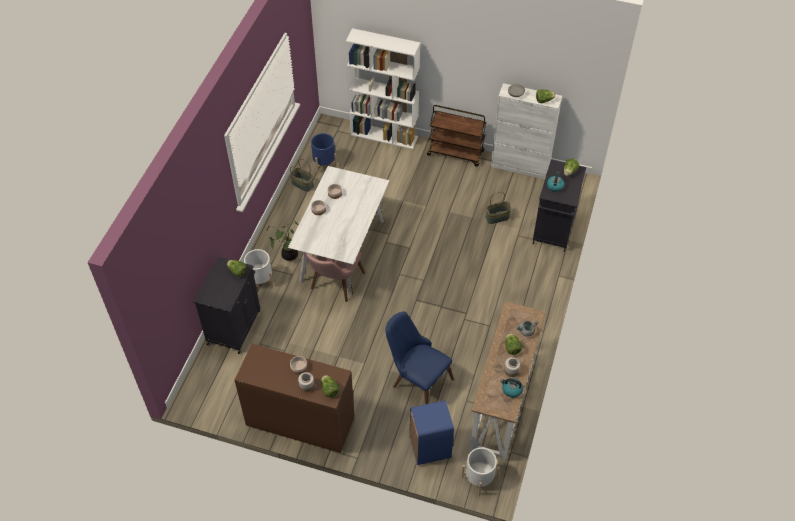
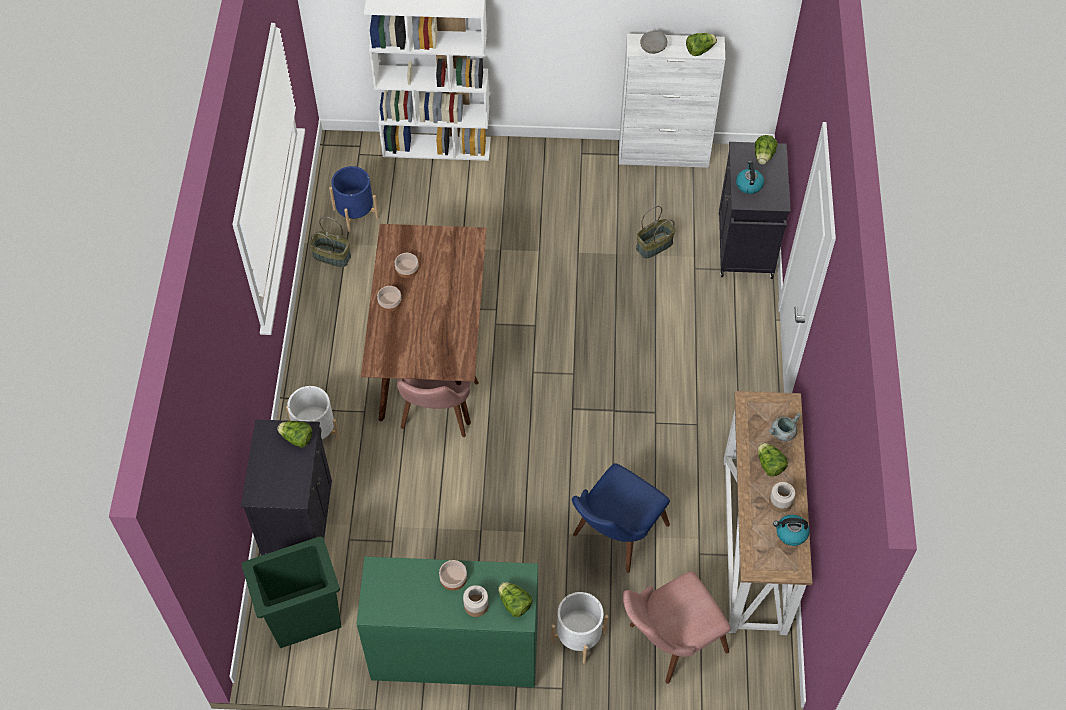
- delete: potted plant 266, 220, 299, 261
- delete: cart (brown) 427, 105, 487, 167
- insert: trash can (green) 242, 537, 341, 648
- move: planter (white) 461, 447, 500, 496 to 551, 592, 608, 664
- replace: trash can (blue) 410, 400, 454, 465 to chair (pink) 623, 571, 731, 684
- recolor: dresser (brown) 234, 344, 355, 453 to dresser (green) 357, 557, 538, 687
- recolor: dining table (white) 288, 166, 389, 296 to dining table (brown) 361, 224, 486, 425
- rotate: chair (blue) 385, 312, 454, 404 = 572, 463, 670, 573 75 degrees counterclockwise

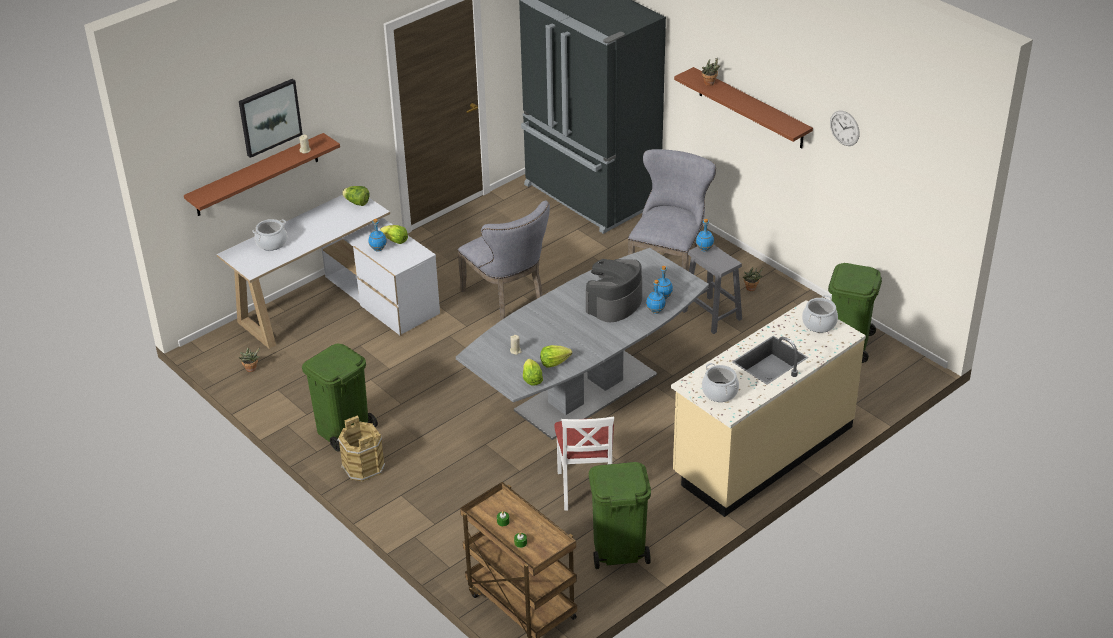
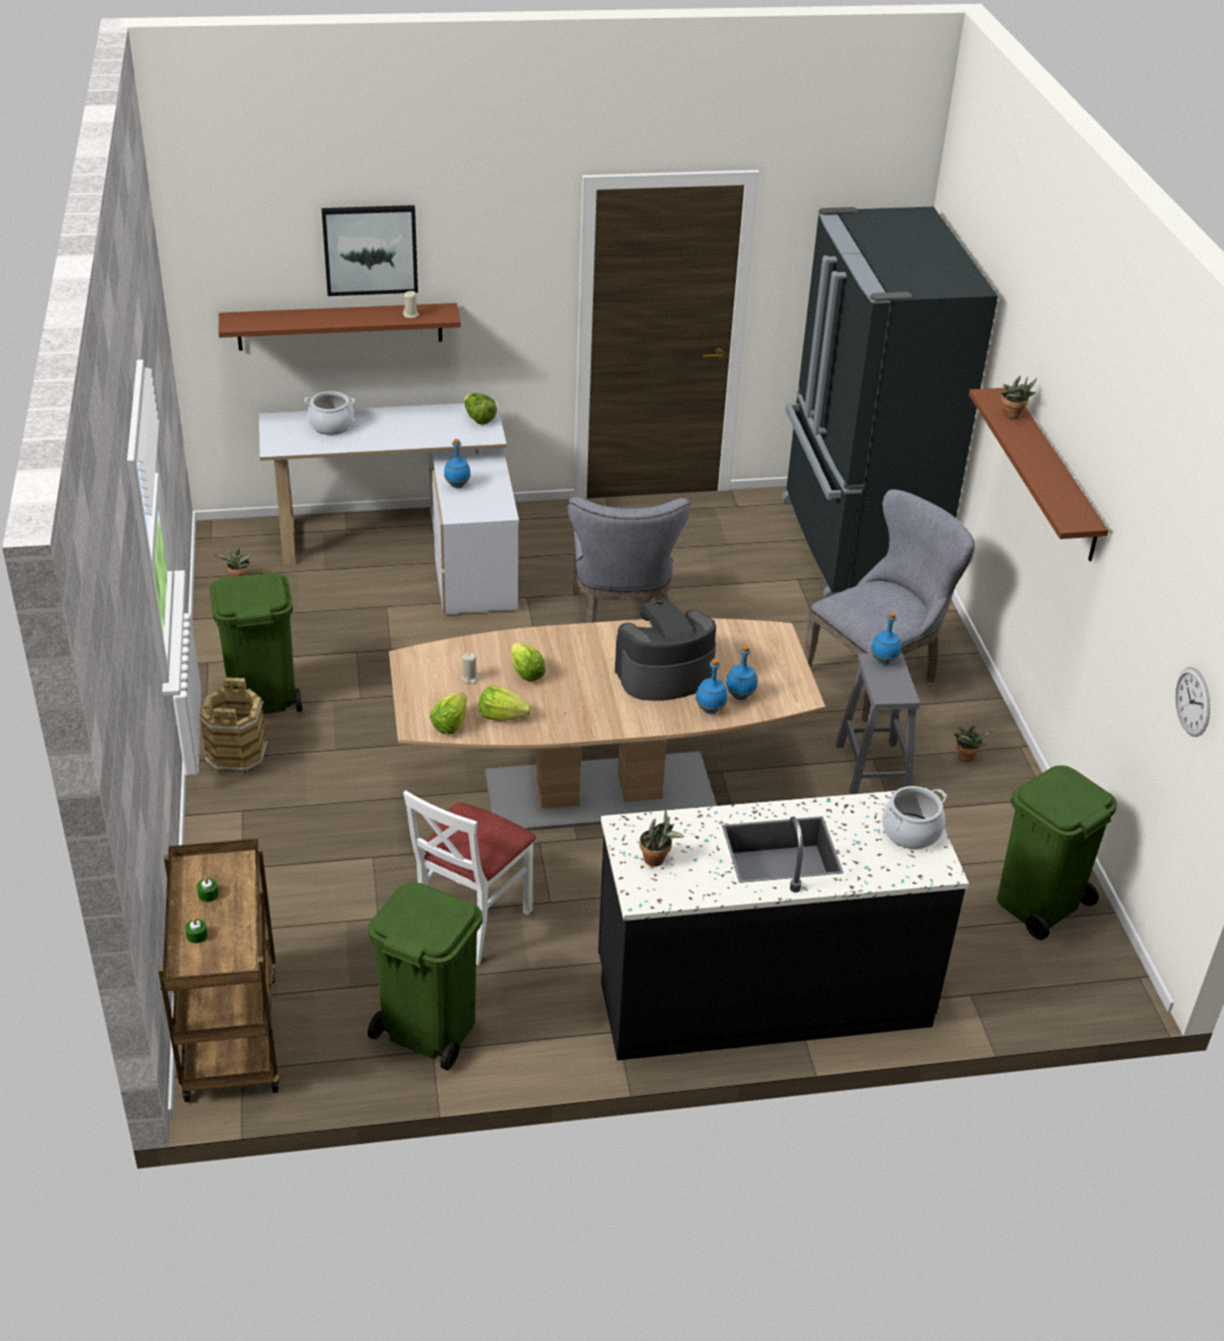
- move: lettuce 380, 225, 408, 244 to 511, 642, 546, 681
- move: wall clock 830, 111, 860, 146 to 1175, 667, 1210, 737
- replace: cooking pot 702, 363, 739, 402 to potted plant 639, 809, 684, 867
- recolor: dining table (grey) 456, 248, 709, 440 to dining table (brown) 389, 618, 825, 831
- recolor: counter (beige) 671, 300, 866, 517 to counter (black) 598, 788, 969, 1060

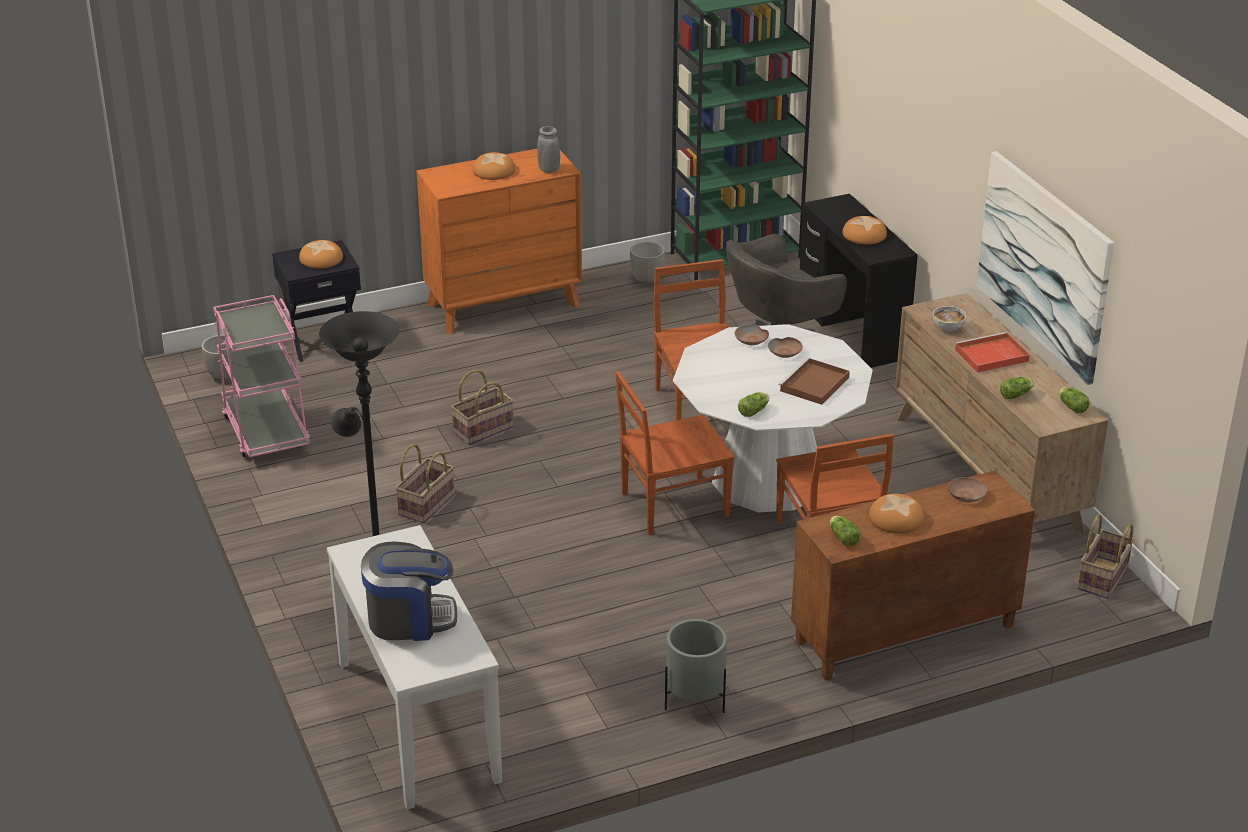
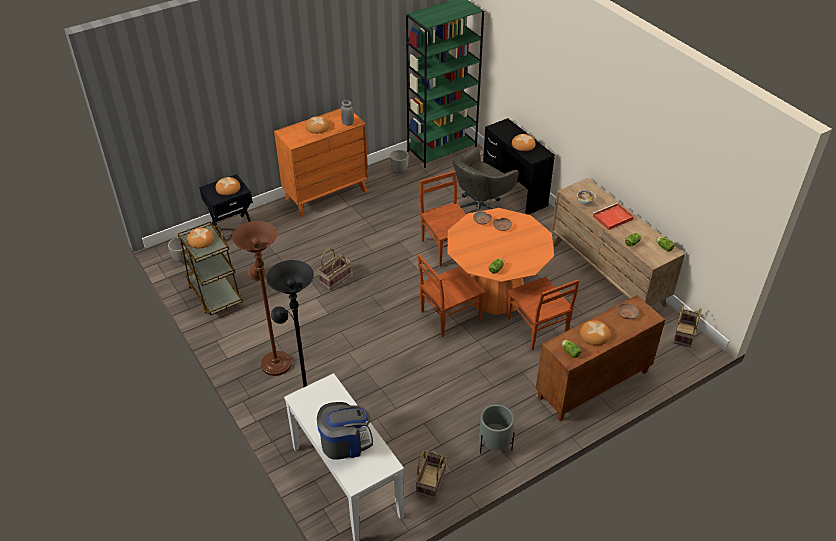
- delete: tray (brown) 779, 358, 850, 405
- delete: picture 977, 151, 1114, 385
- insert: bread 187, 228, 215, 249
- insert: floor lamp (brown) 232, 221, 292, 376
- move: basket 395, 444, 455, 523 to 415, 450, 447, 499
- recolor: cart (pink) 213, 295, 310, 457 to cart (brown) 178, 221, 243, 315
- recolor: dining table (white) 673, 324, 873, 512 to dining table (orange) 447, 208, 554, 315

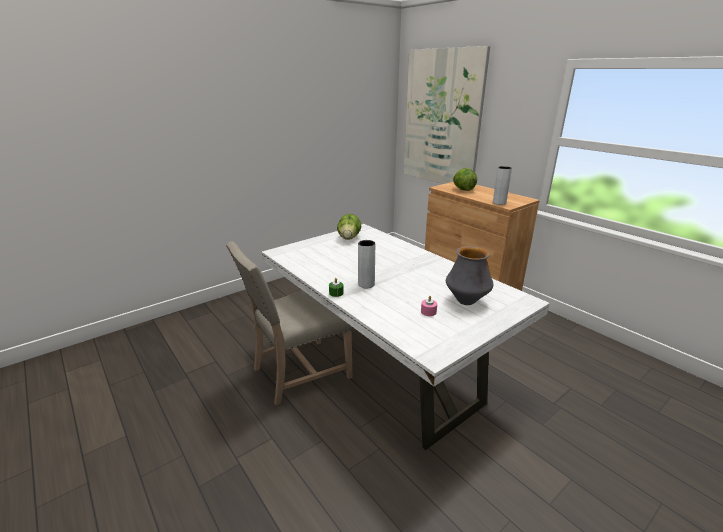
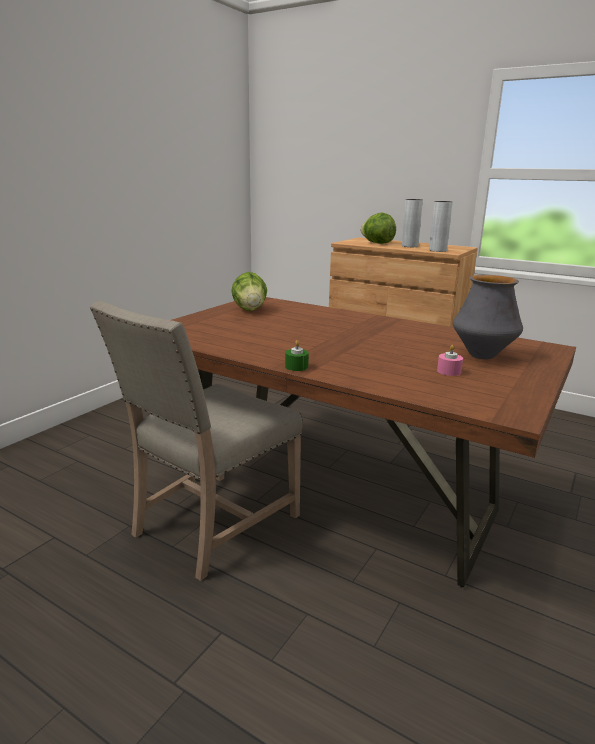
- delete: picture 403, 46, 490, 184
- move: vase (grey) 358, 240, 375, 288 to 402, 199, 423, 247
- recolor: dining table (white) 262, 224, 550, 450 to dining table (brown) 172, 297, 576, 587

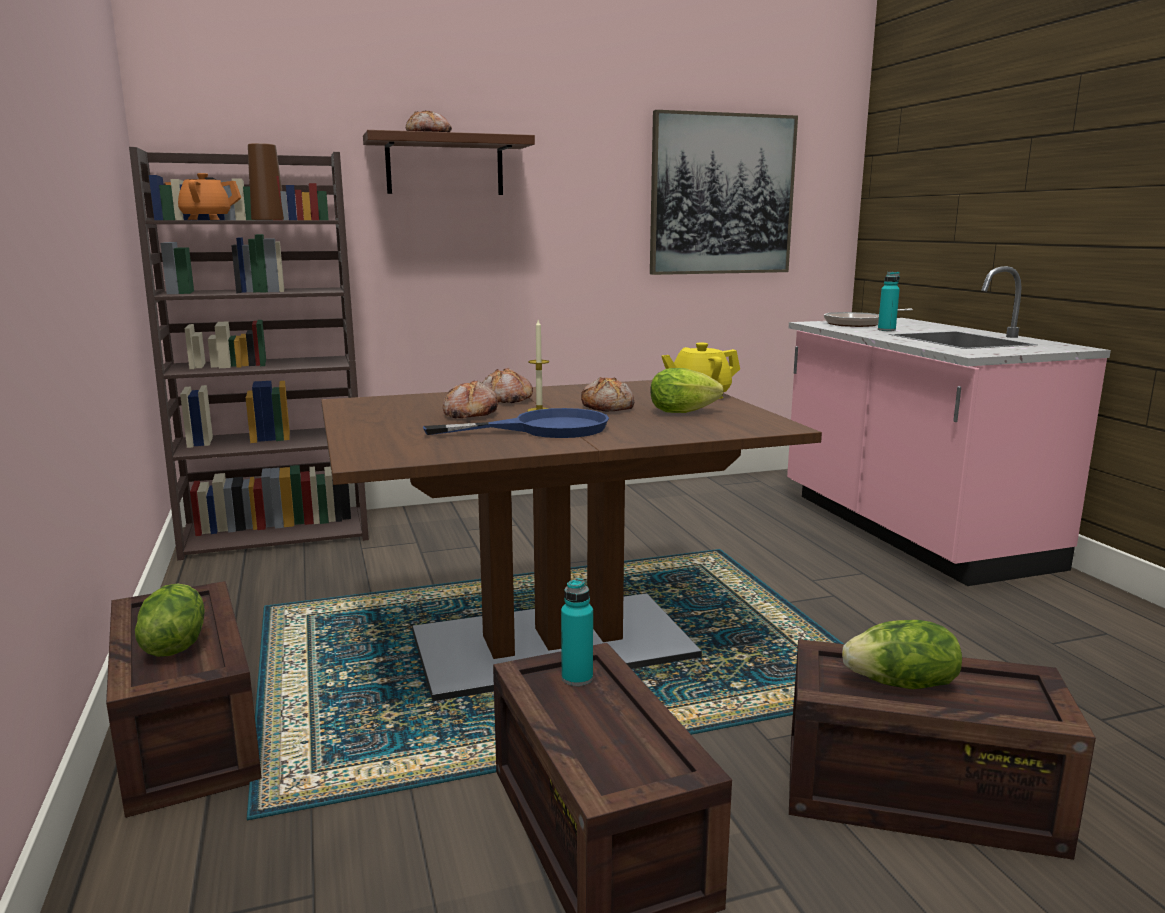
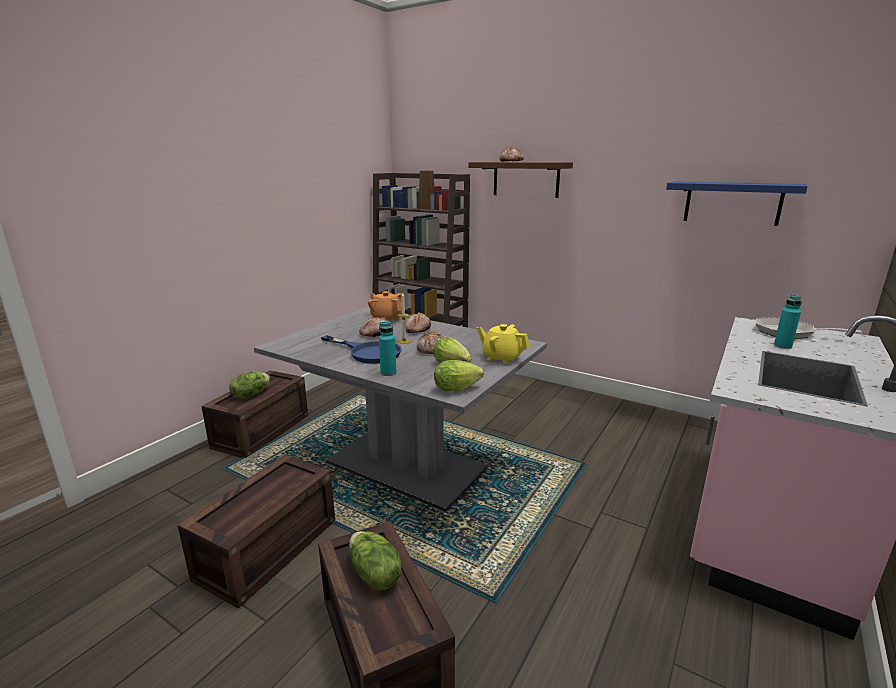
- insert: lettuce 434, 360, 484, 391
- move: teapot (orange) 165, 173, 242, 220 to 368, 291, 402, 320
- move: bottle (turquoise) 561, 578, 593, 686 to 379, 322, 396, 376
- replace: picture 650, 110, 798, 275 to shelf (blue) 666, 181, 808, 226
- recolor: dining table (brown) 321, 380, 822, 701 to dining table (grey) 254, 308, 547, 512

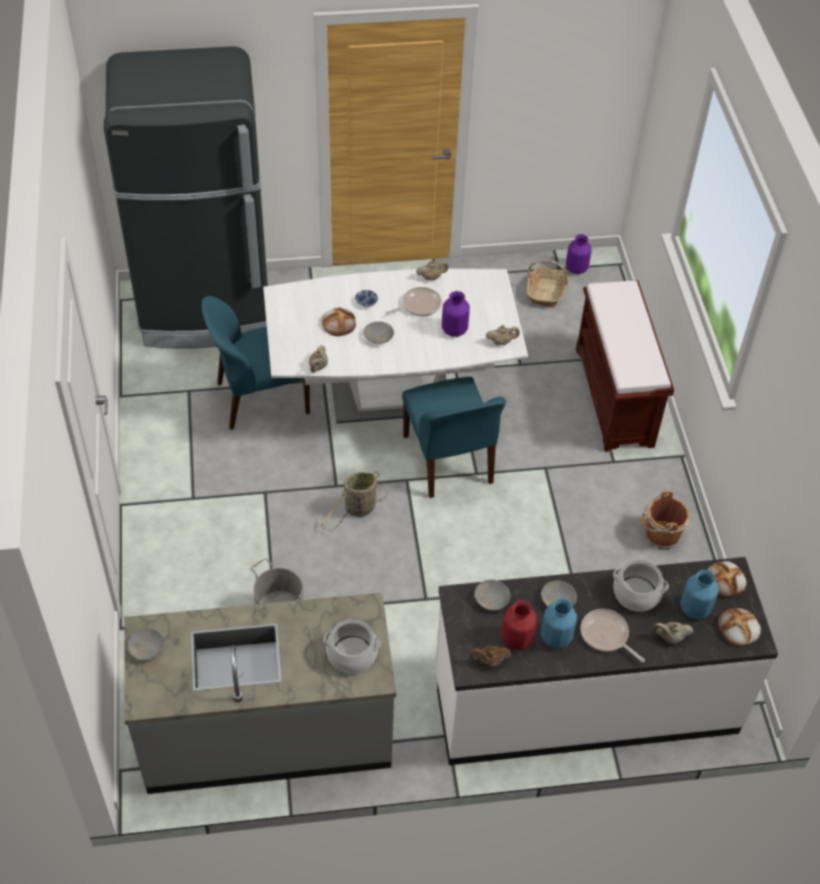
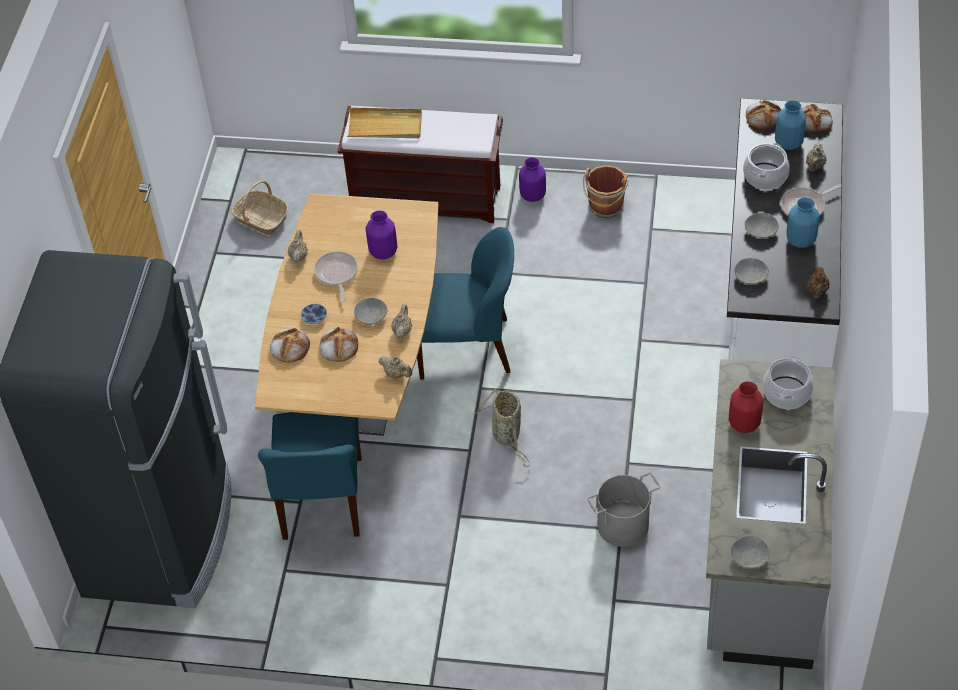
- insert: bread 270, 328, 310, 363
- insert: tray (beige) 347, 107, 422, 138
- move: teapot (beige) 486, 325, 520, 345 to 391, 304, 412, 338
- move: vase (red) 502, 600, 537, 650 to 729, 381, 764, 433
- move: vase (purple) 566, 234, 591, 274 to 519, 157, 546, 202
- recolor: dining table (white) 263, 269, 528, 424 to dining table (brown) 255, 193, 438, 436

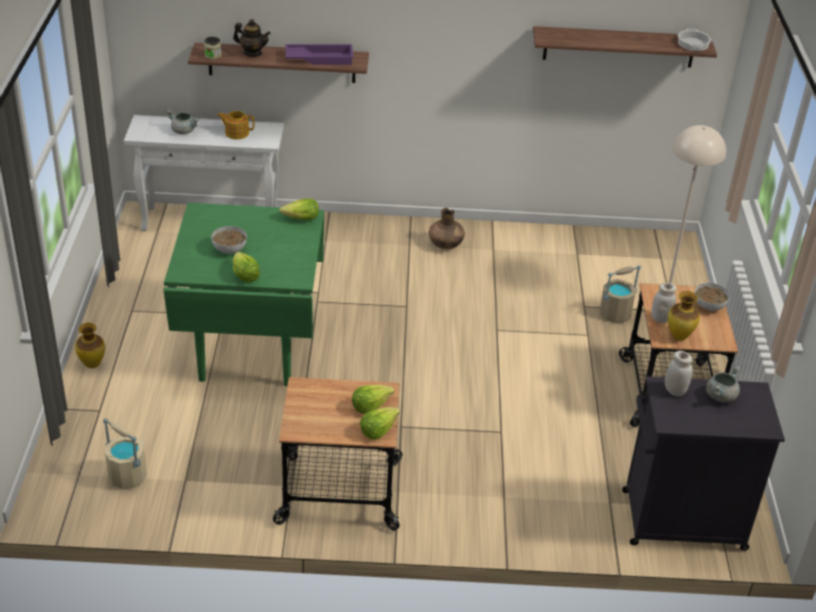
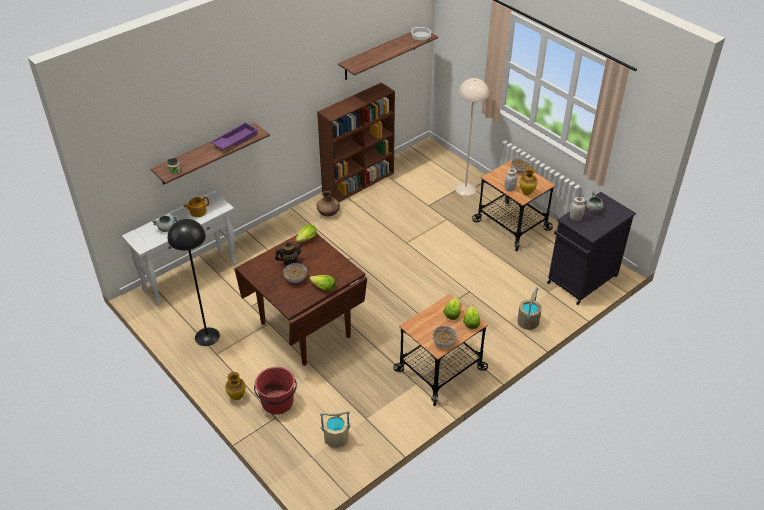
- insert: floor lamp (black) 168, 219, 220, 346
- insert: bucket (red) 254, 367, 297, 415
- insert: bookcase (brown) 317, 83, 395, 202
- insert: bowl 433, 326, 457, 348
- move: teapot 233, 19, 271, 57 to 275, 242, 302, 266
- move: bucket (beige) 600, 265, 641, 323 to 517, 287, 542, 330
- recolor: dining table (green) 163, 203, 324, 386 to dining table (brown) 234, 234, 367, 366

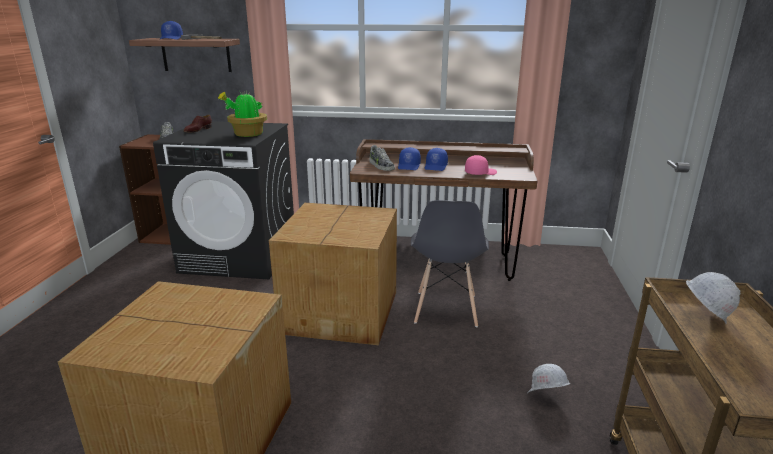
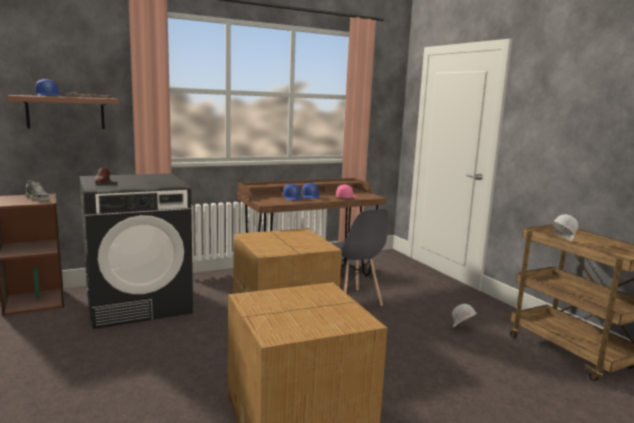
- delete: potted plant 218, 91, 267, 137
- delete: shoe 369, 145, 395, 171

